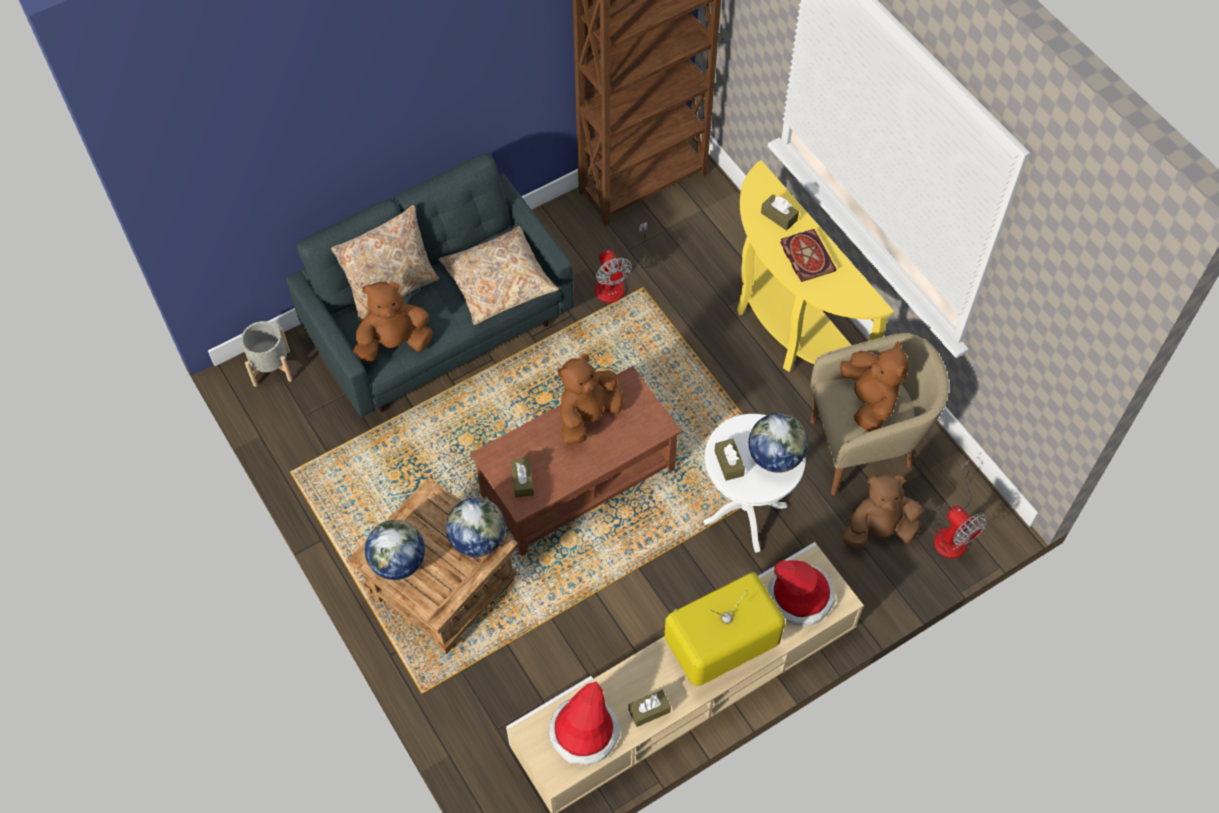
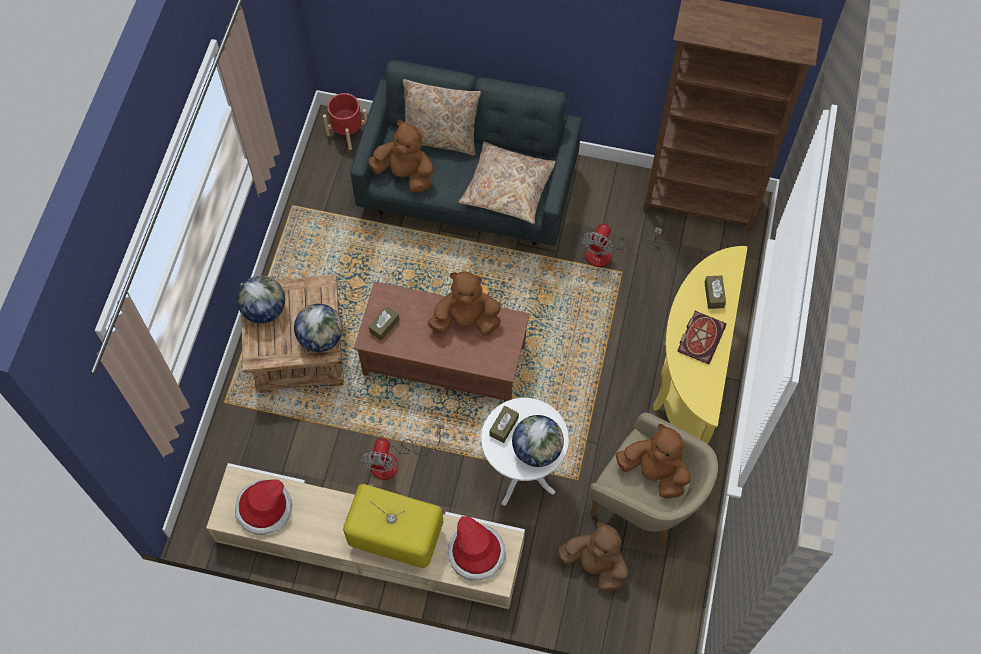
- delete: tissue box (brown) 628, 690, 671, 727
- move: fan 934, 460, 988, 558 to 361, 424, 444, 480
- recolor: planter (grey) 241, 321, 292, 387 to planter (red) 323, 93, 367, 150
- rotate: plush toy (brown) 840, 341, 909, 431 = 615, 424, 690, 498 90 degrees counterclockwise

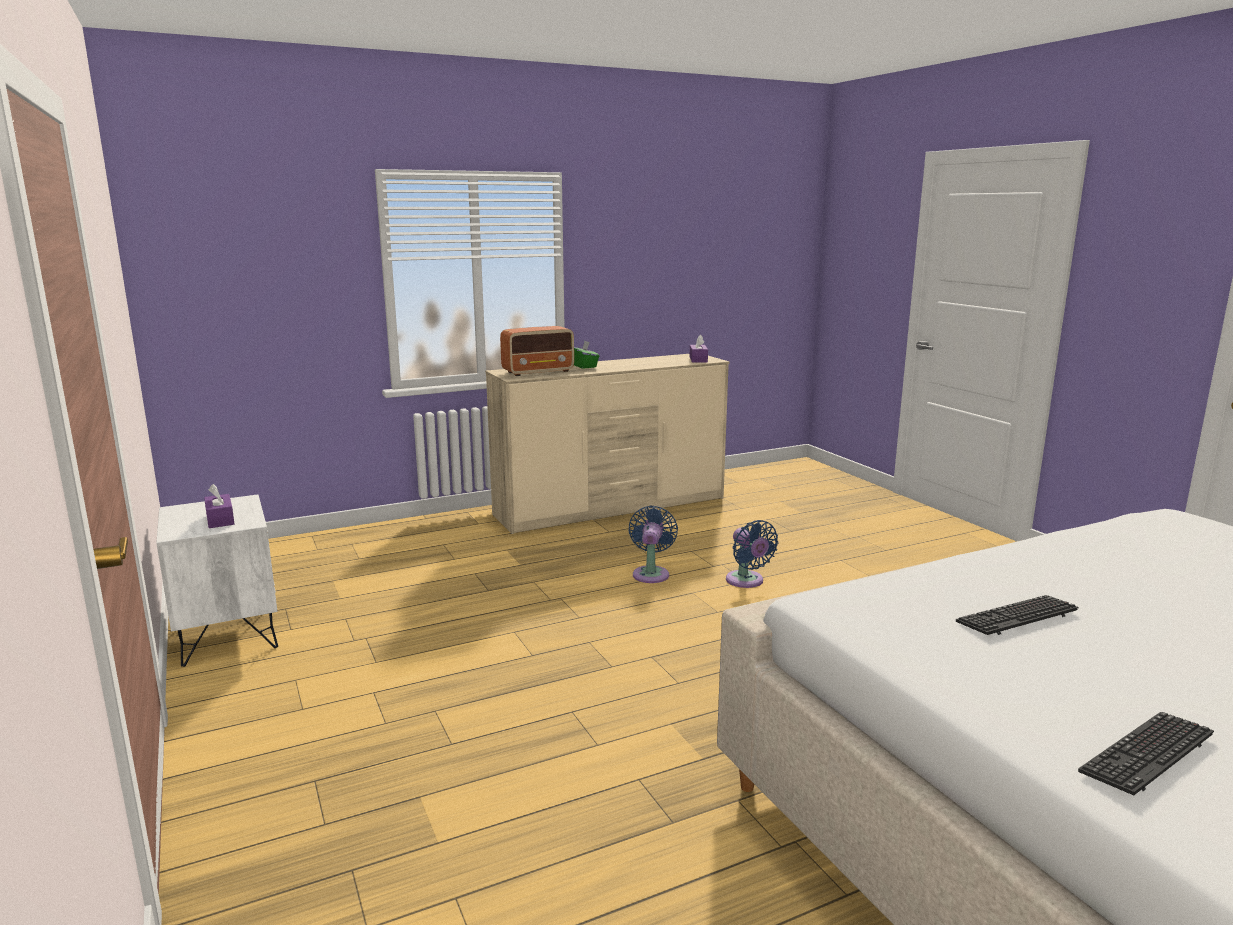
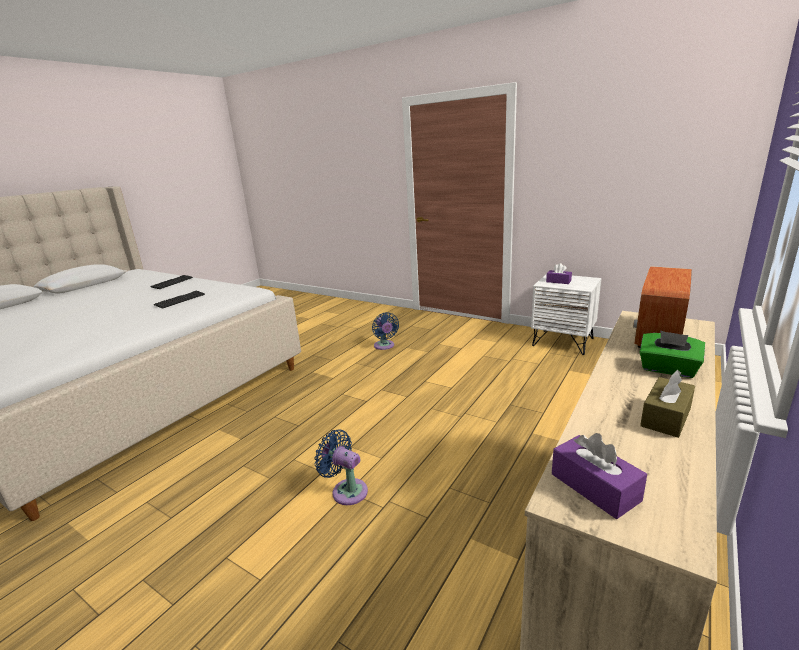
- insert: tissue box (brown) 640, 370, 695, 438
- move: fan (blue) 628, 506, 678, 583 to 372, 312, 399, 350

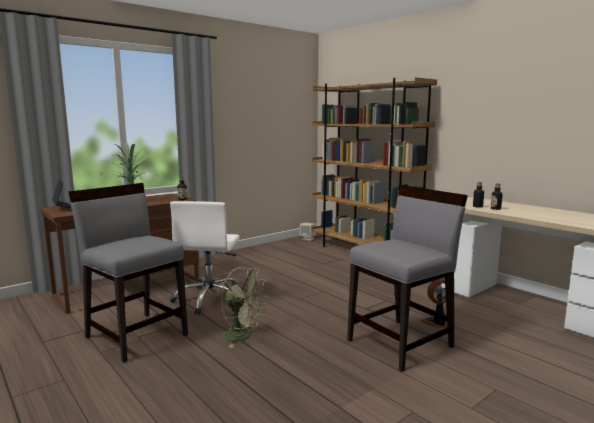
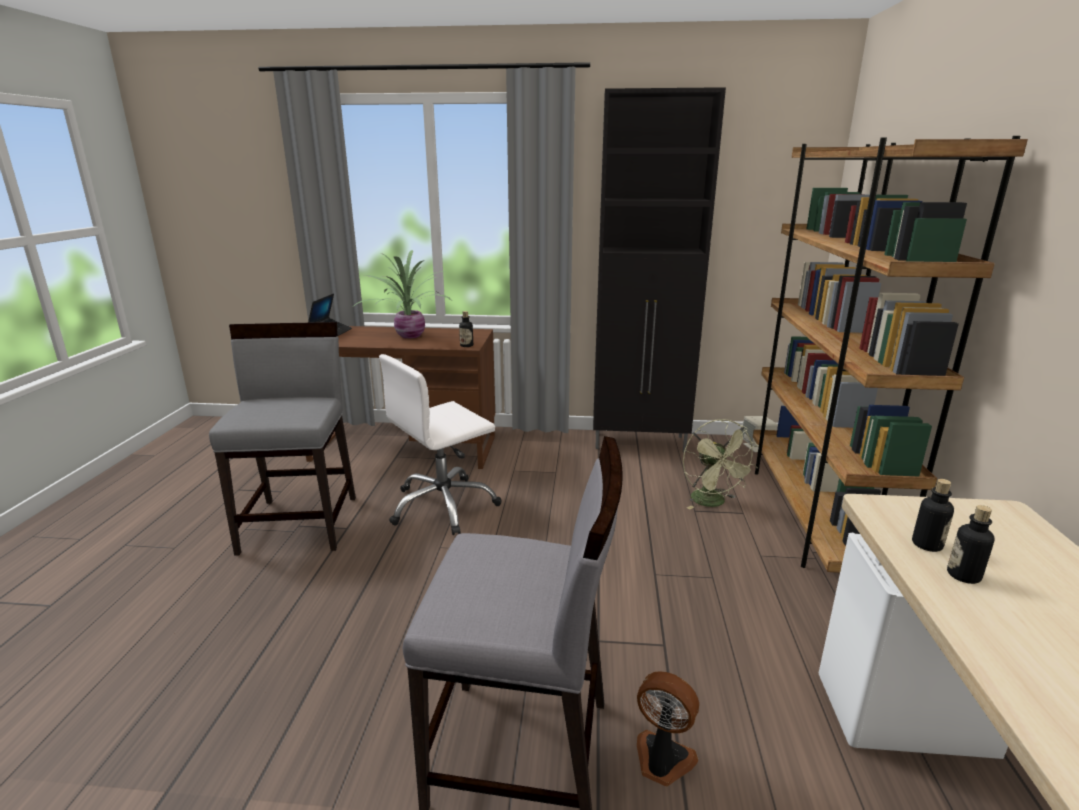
- insert: cabinet (black) 593, 87, 726, 452
- move: fan (green) 221, 267, 269, 348 to 683, 419, 759, 510

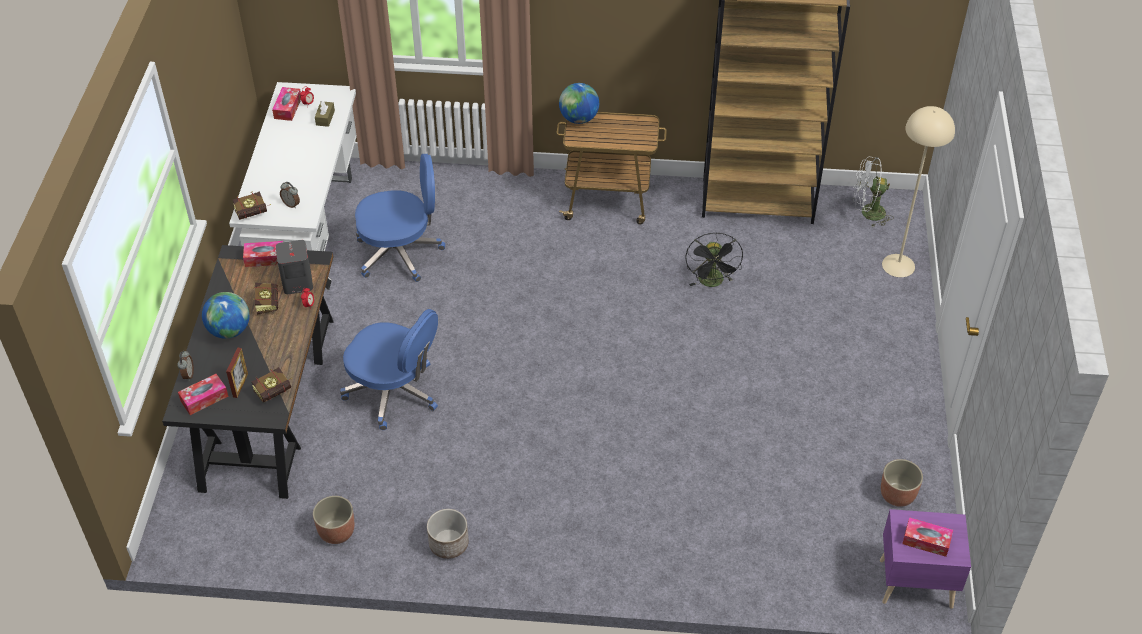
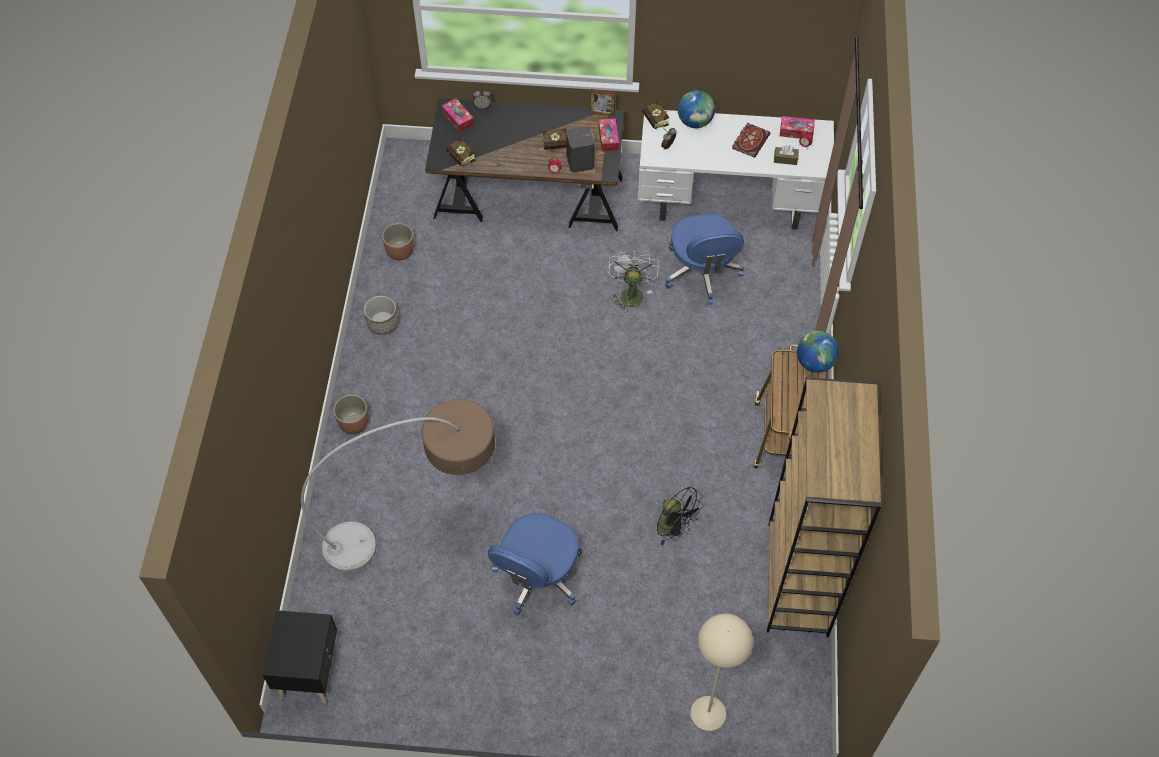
- delete: tissue box 902, 517, 953, 557
- insert: floor lamp 301, 399, 495, 572
- insert: book 732, 123, 771, 158
- move: globe 202, 292, 250, 339 to 678, 90, 715, 128
- move: picture frame 226, 348, 248, 398 to 590, 89, 615, 117
- move: office chair (blue) 340, 309, 438, 430 to 488, 513, 582, 615
- move: fan (white) 853, 157, 894, 226 to 607, 251, 660, 312
- move: planter 881, 459, 923, 507 to 333, 395, 369, 434
- recolor: nightstand (purple) 880, 509, 971, 609 to nightstand (black) 263, 610, 337, 704
- rotate: fan (black) 685, 233, 743, 287 = 657, 487, 704, 545 135 degrees counterclockwise

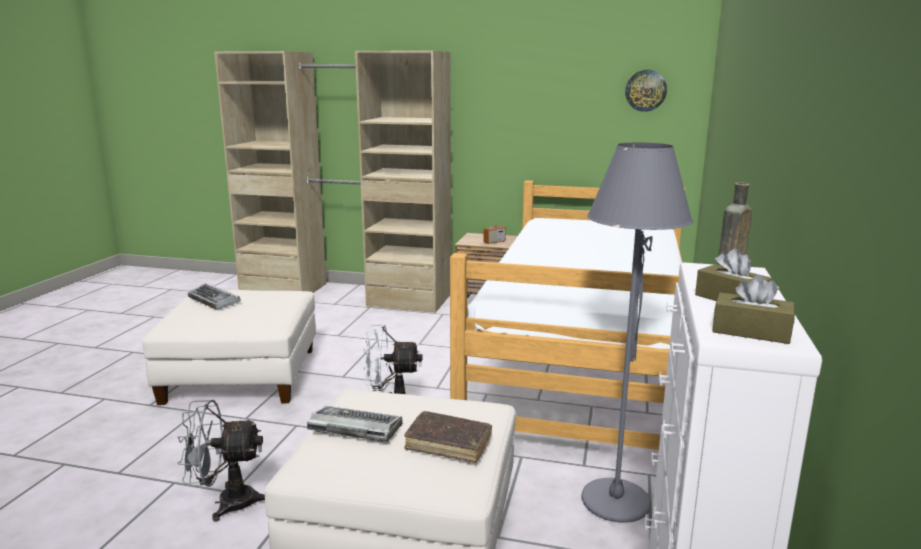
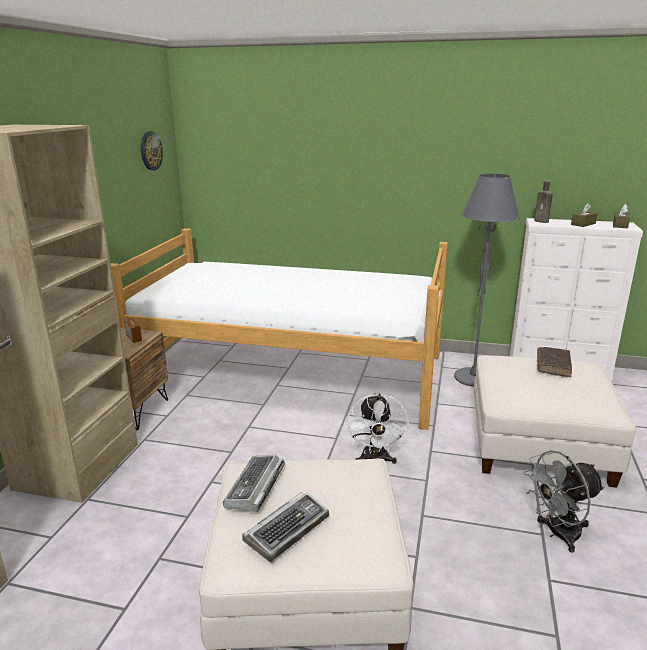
- move: keyboard 307, 406, 402, 442 to 223, 455, 285, 512
- rotate: fan (grey) 178, 400, 265, 522 = 524, 450, 605, 553 75 degrees clockwise

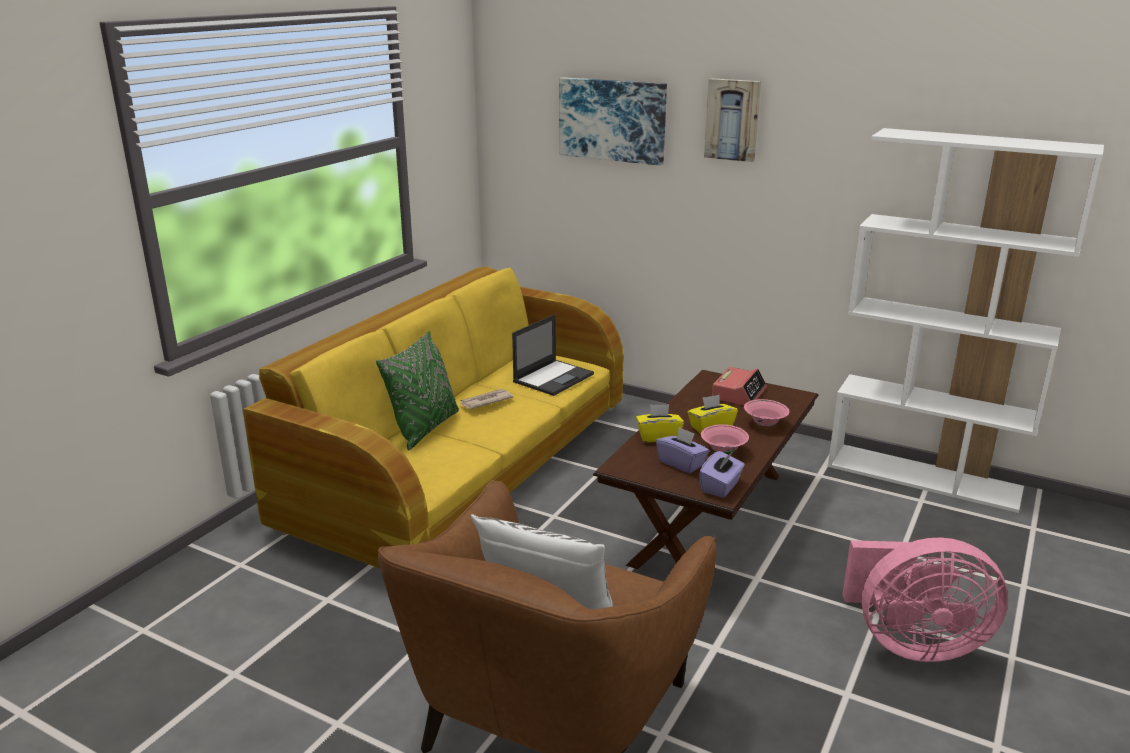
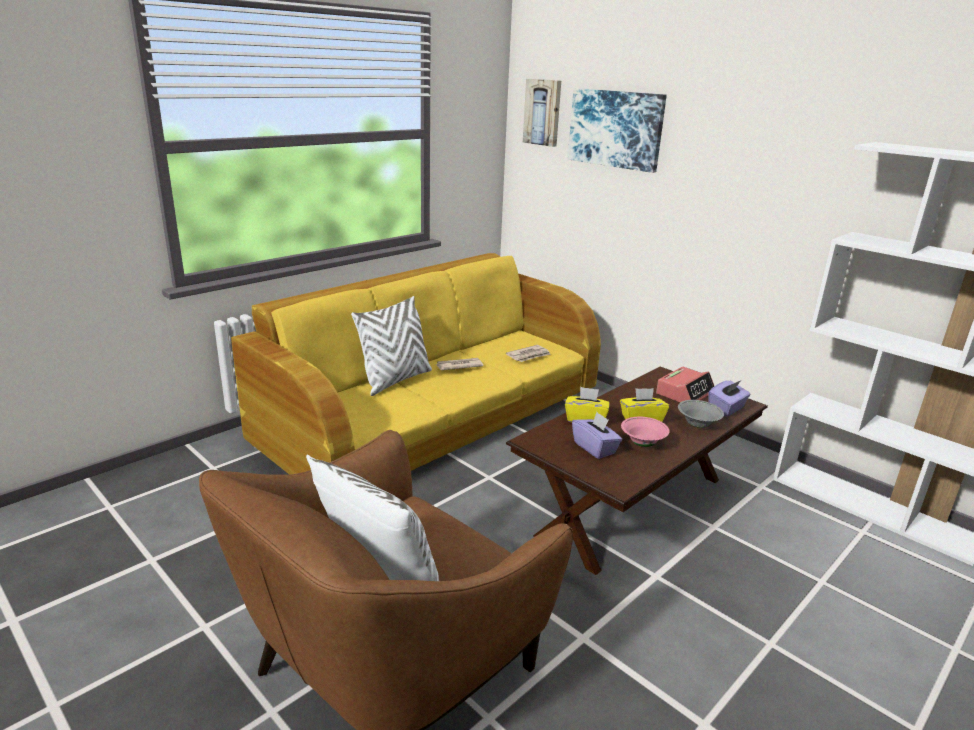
- delete: fan (pink) 842, 538, 1008, 662
- move: tissue box (purple) 699, 451, 745, 498 to 708, 381, 751, 417
- move: picture 704, 78, 761, 162 to 523, 79, 561, 147
- replace: laptop 512, 314, 594, 396 to newspaper 506, 345, 551, 362
- recolor: pillow (green) 376, 331, 459, 450 to pillow (white) 351, 296, 432, 396
- recolor: bowl (pink) 744, 399, 790, 427 to bowl (grey) 678, 400, 724, 428

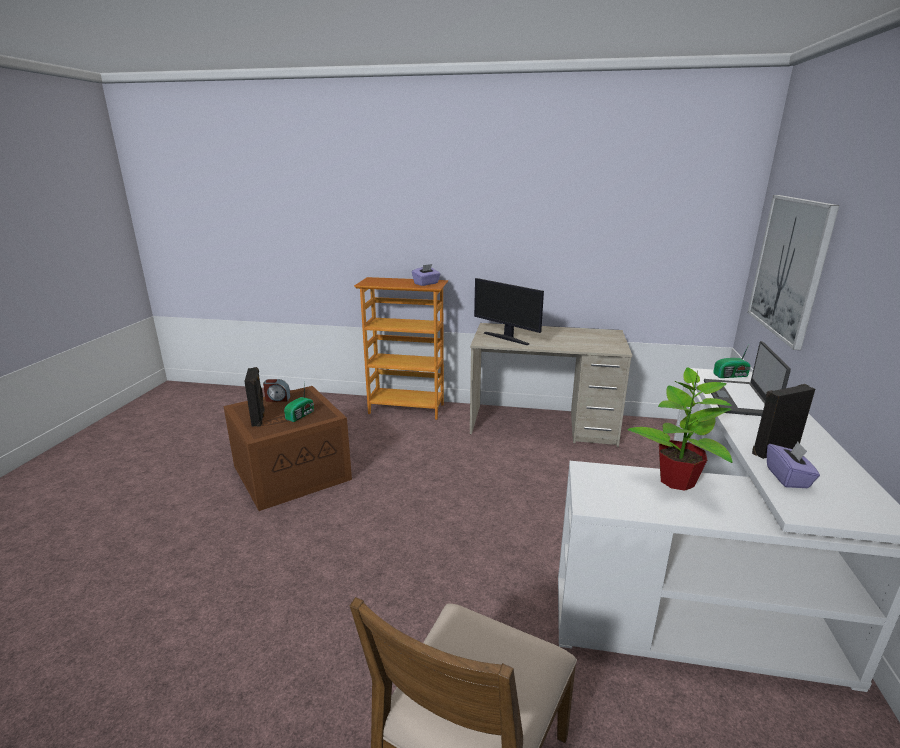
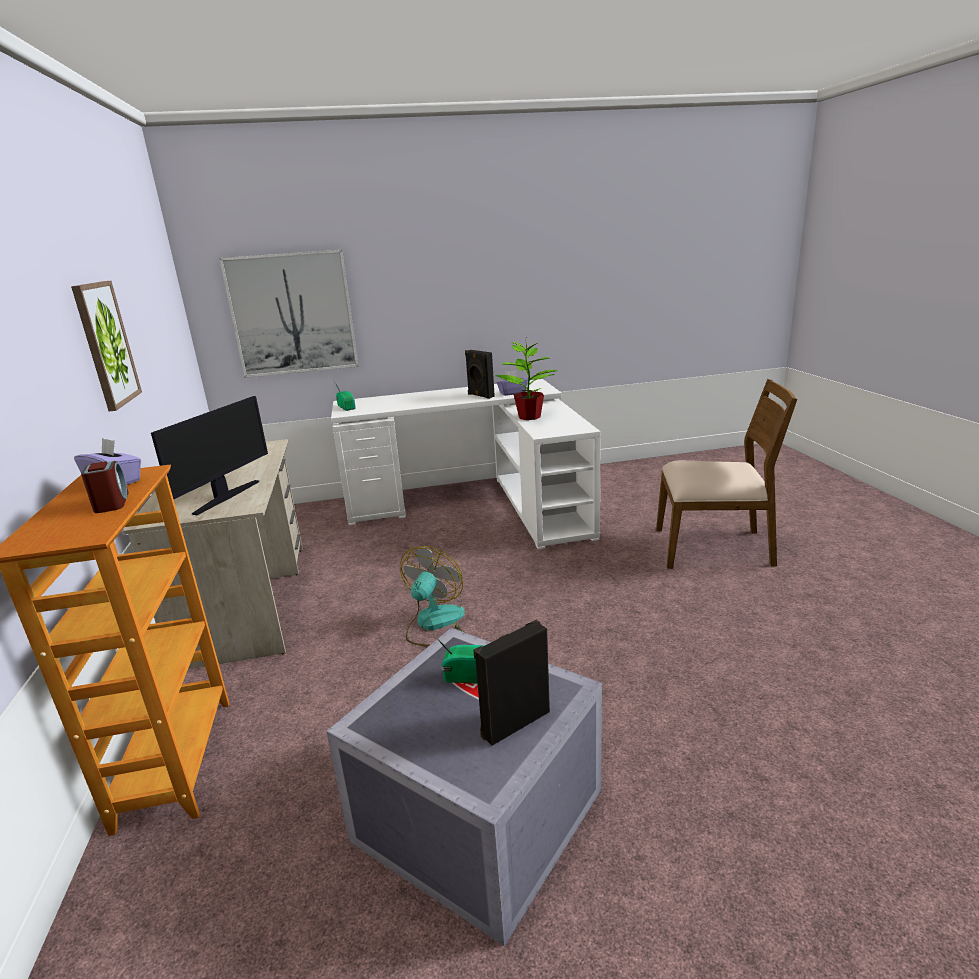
- delete: laptop 704, 341, 791, 416
- insert: picture 71, 281, 142, 411
- insert: fan 400, 546, 465, 647
- move: alarm clock 263, 379, 291, 402 to 81, 461, 129, 513
- recolor: storage box (brown) 223, 386, 352, 511 to storage box (grey) 326, 628, 602, 946

